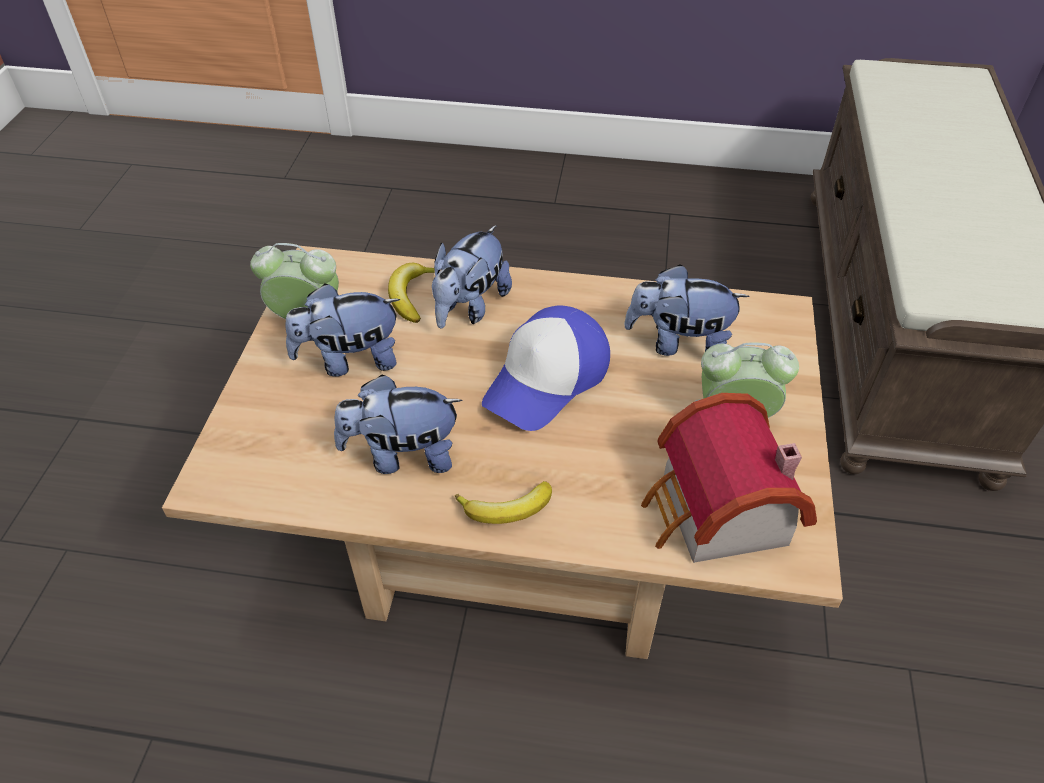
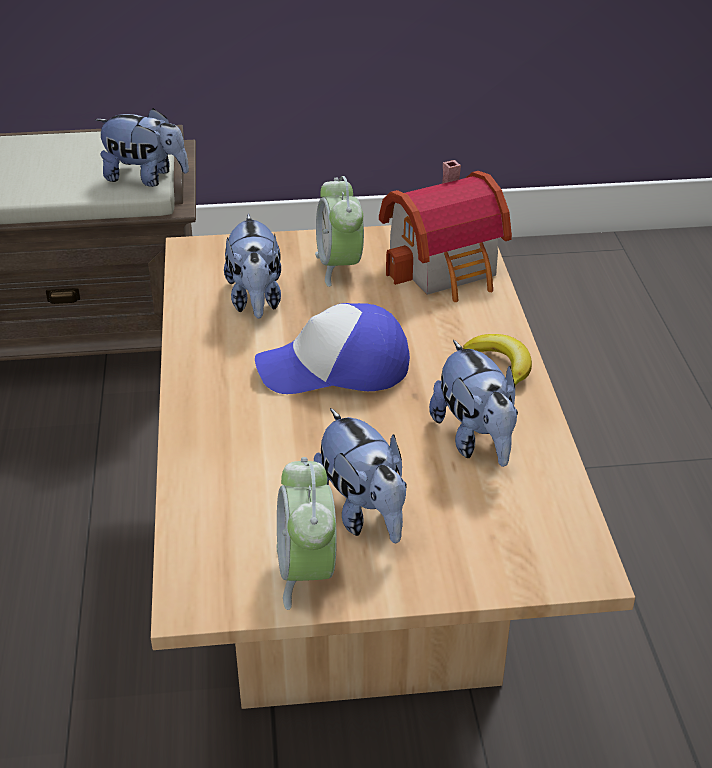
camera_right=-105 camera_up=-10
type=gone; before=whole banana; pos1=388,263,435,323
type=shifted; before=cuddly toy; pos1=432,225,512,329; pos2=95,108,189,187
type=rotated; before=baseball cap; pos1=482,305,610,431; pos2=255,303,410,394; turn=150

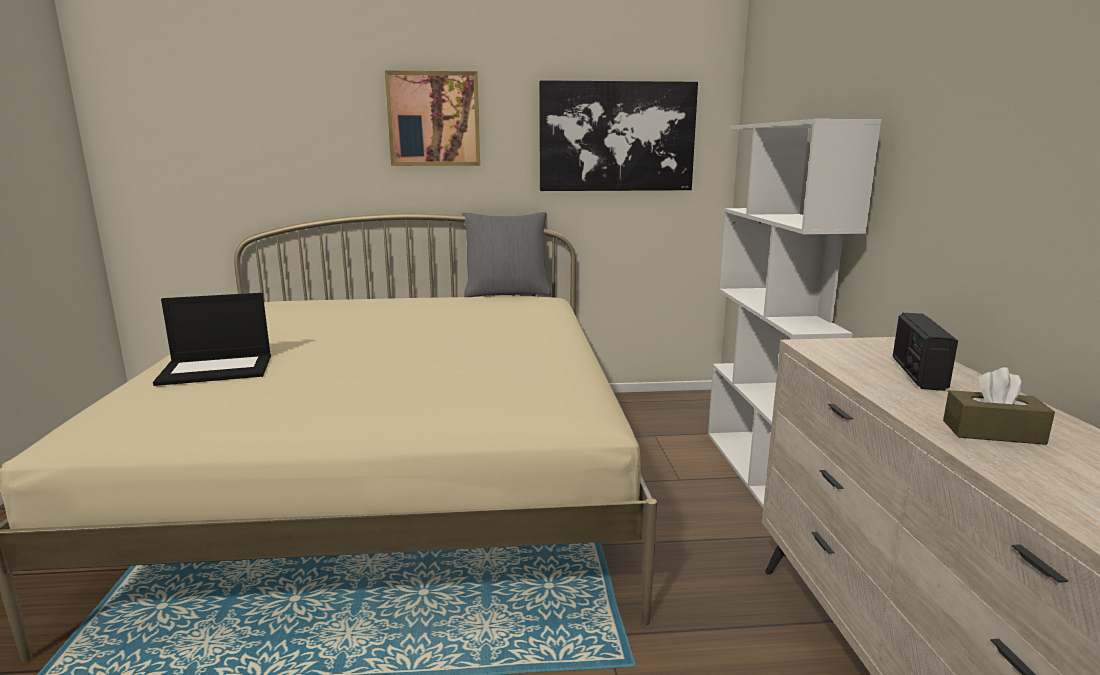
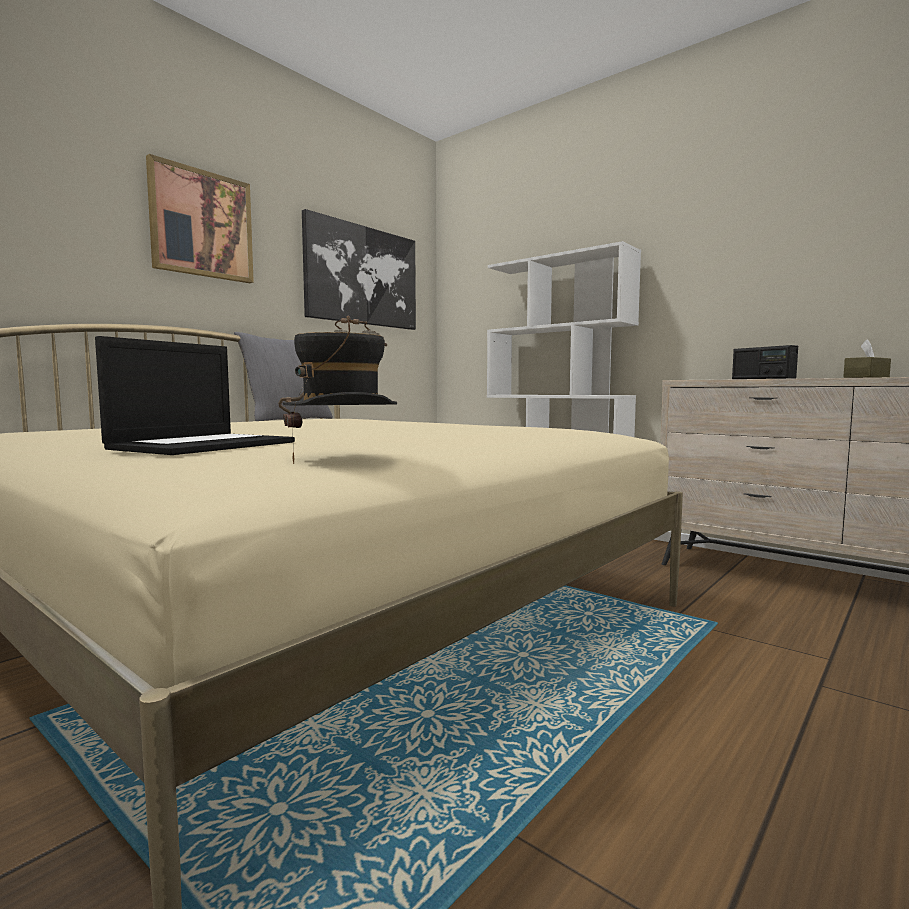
camera_right=-45 camera_up=-10
type=new; after=clothing hat; pos2=278,315,397,464

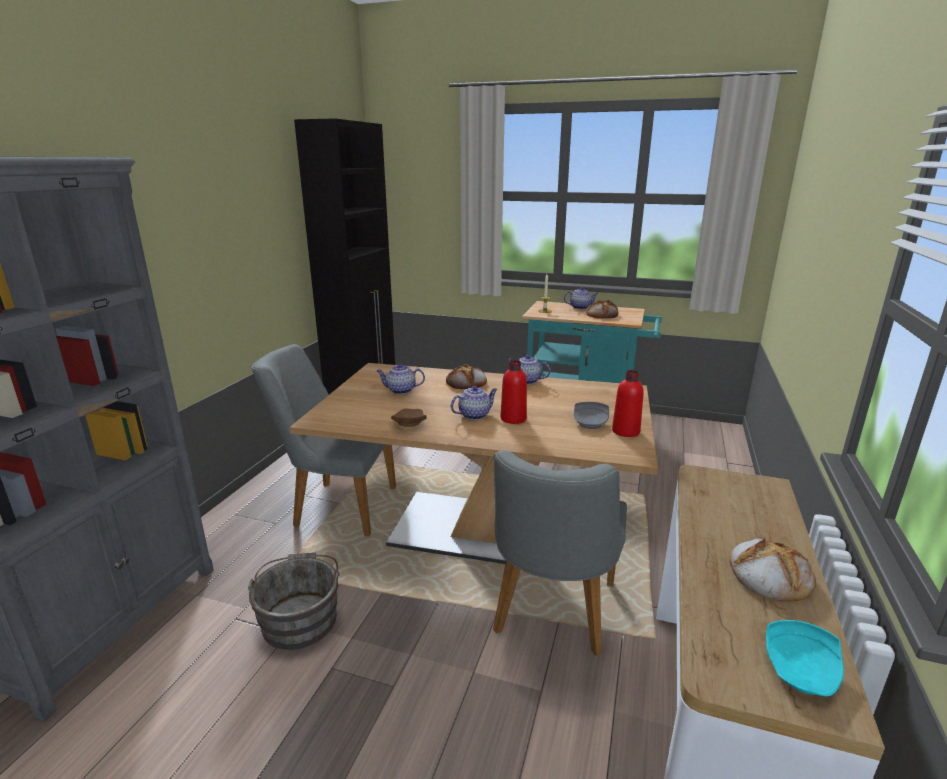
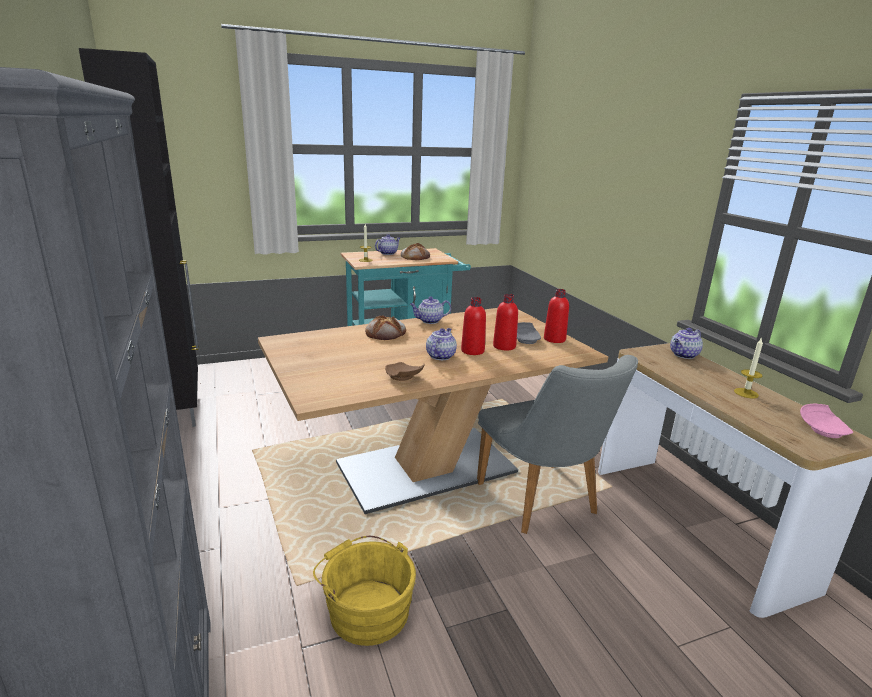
camera_right=-40 camera_up=0
type=repainted; before=grey pail; after=yellow pail; pos1=248,552,340,650; pos2=313,536,416,646
type=gone; before=grey upright chair; pos1=252,344,396,536
type=shifted; before=teapot; pos1=377,363,425,394; pos2=670,328,703,359
type=swapped; before=bakery bread; after=candle; pos1=729,537,816,602; pos2=734,337,763,398
type=repainted; before=turquoise flat dish; after=pinkish flat dish; pos1=766,620,844,696; pos2=800,404,853,438
type=new; after=reddish drink bottle; pos2=493,294,518,351

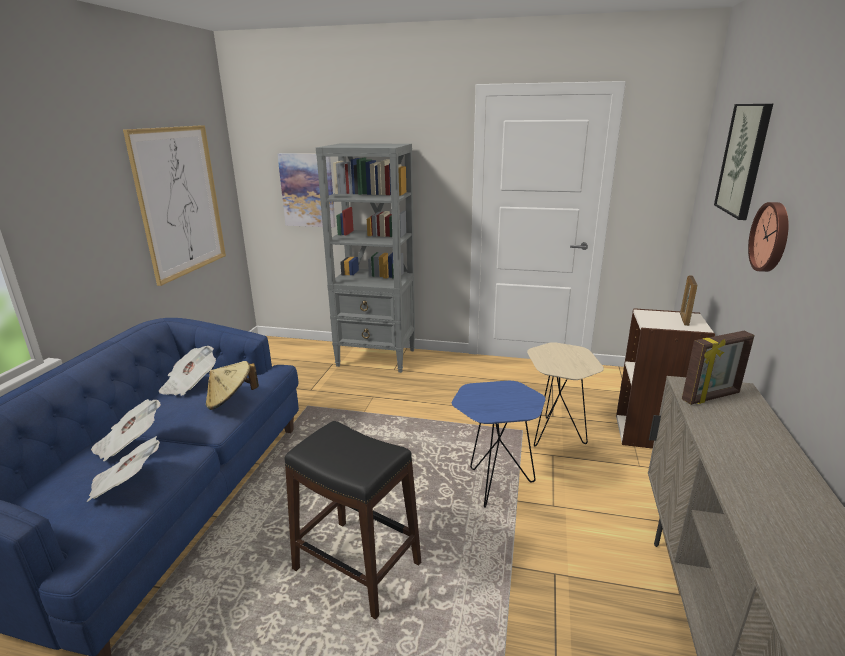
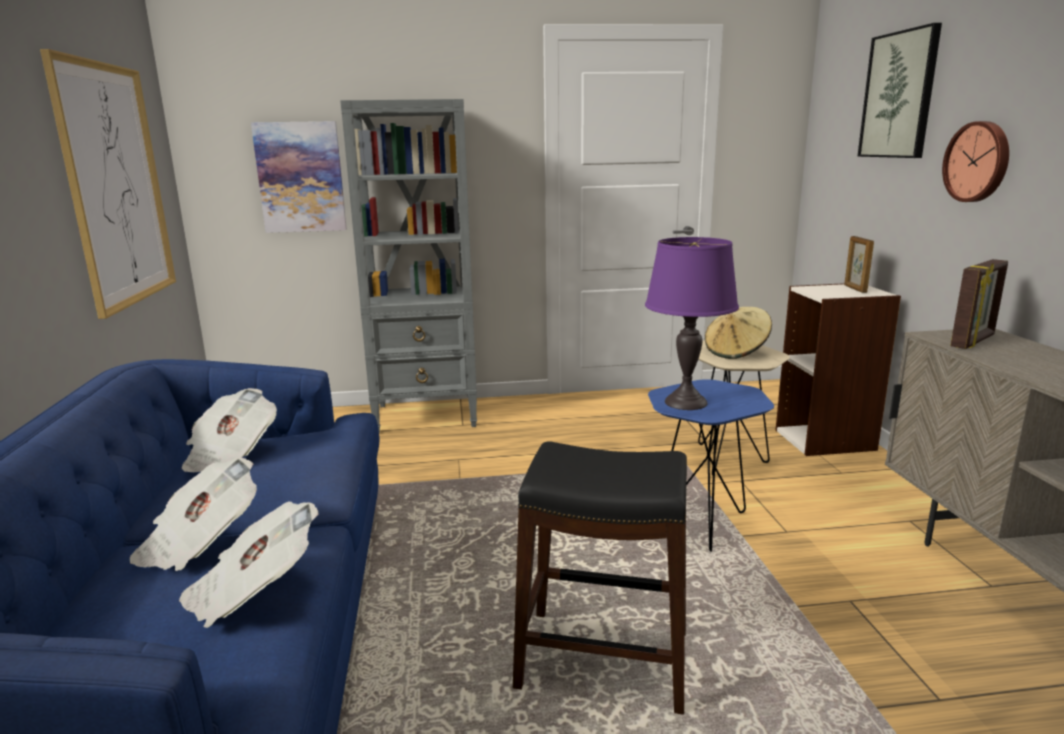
camera_right=-20 camera_up=-5
type=shifted; before=sand-coloured clothing hat; pos1=206,361,259,410; pos2=705,307,772,359
type=new; after=purple tabletop lamp; pos2=645,237,739,410

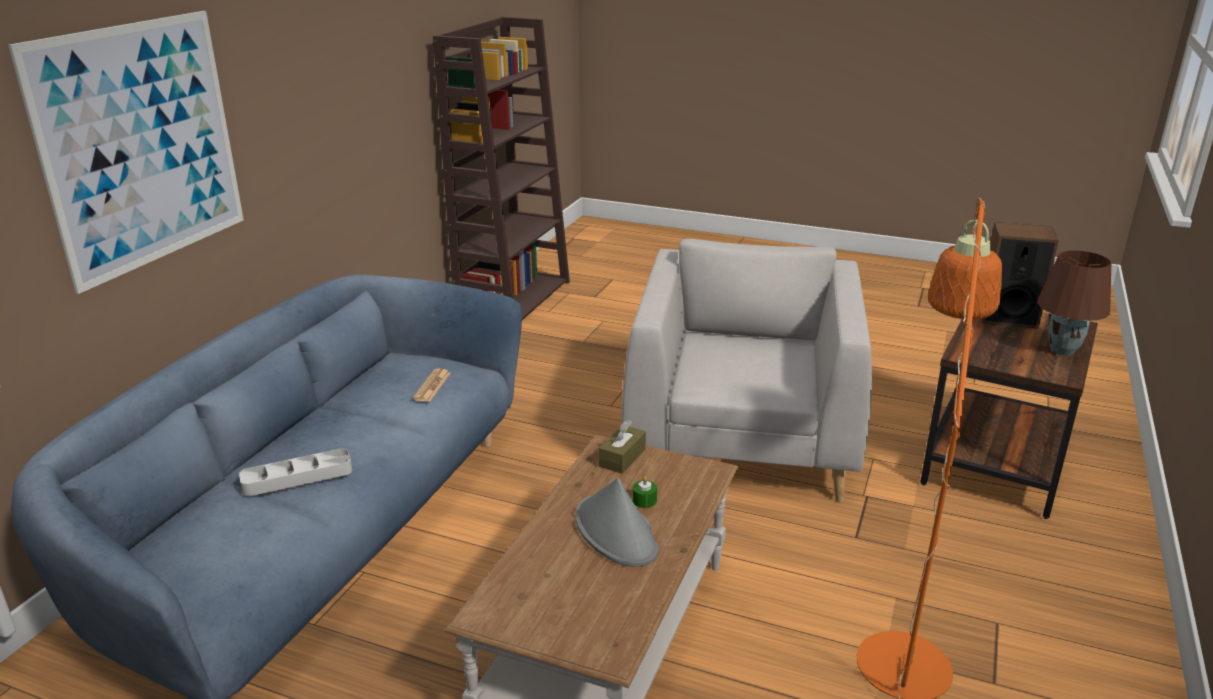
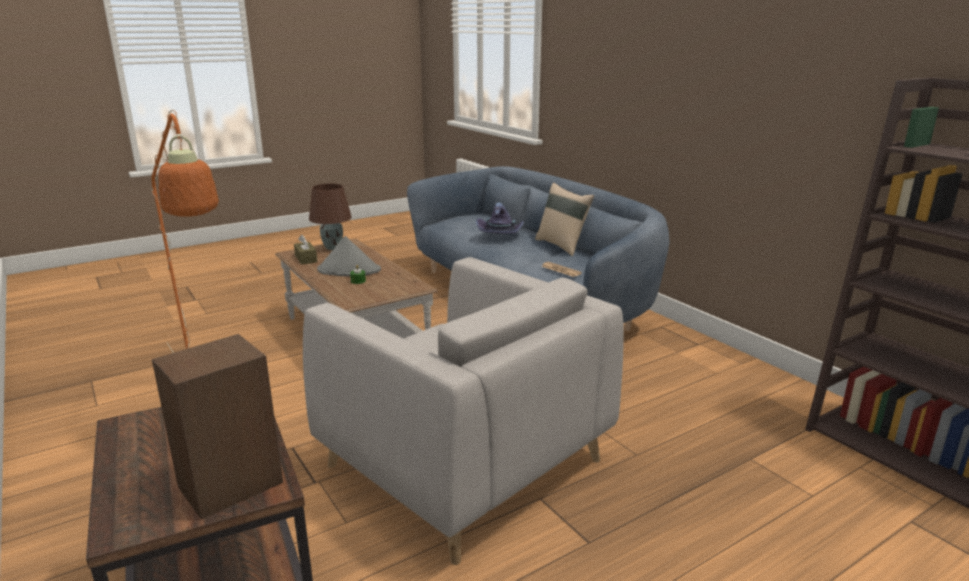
camera_right=125 camera_up=-5
type=gone; before=picture; pos1=8,11,244,294
type=swapped; before=grey tray; after=purple clothing hat; pos1=239,449,352,496; pos2=476,203,524,234
type=shifted; before=brownish box of tissues; pos1=599,420,646,474; pos2=294,235,317,265
type=shifted; before=brownish tabletop lamp; pos1=1037,250,1112,356; pos2=309,184,352,250
type=new; after=sand-coloured pillow; pos2=535,182,594,256

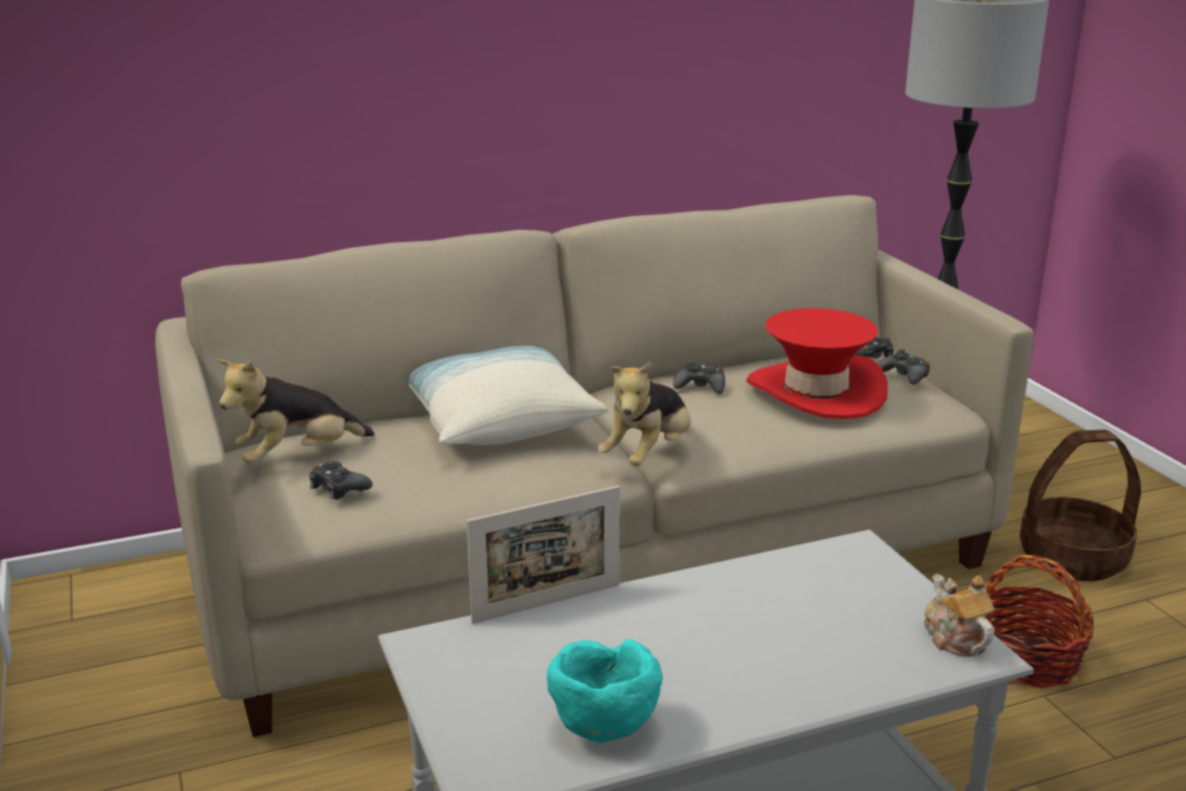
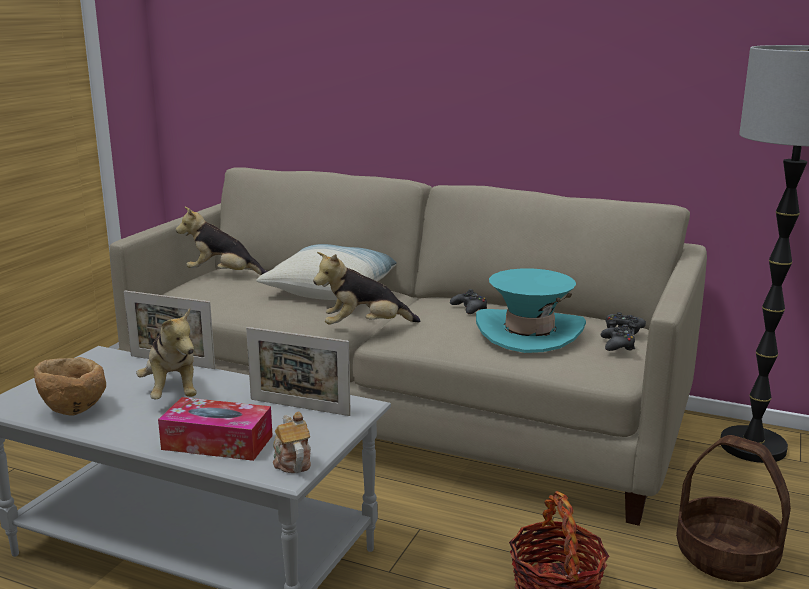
camera_right=45 camera_up=-5
type=gone; before=blackish game controller; pos1=309,461,373,500
type=repainted; before=turquoise serving bowl; after=brownish serving bowl; pos1=547,639,663,743; pos2=34,357,106,416
type=repainted; before=reddish clothing hat; after=turquoise clothing hat; pos1=746,308,888,419; pos2=476,268,586,353
type=rotated; before=teapot; pos1=924,574,995,657; pos2=273,412,311,473; turn=-45
type=new; after=cuddly toy; pos2=136,308,197,399
type=new; after=box of tissues; pos2=158,397,273,461
type=new; after=photo frame; pos2=246,327,351,416

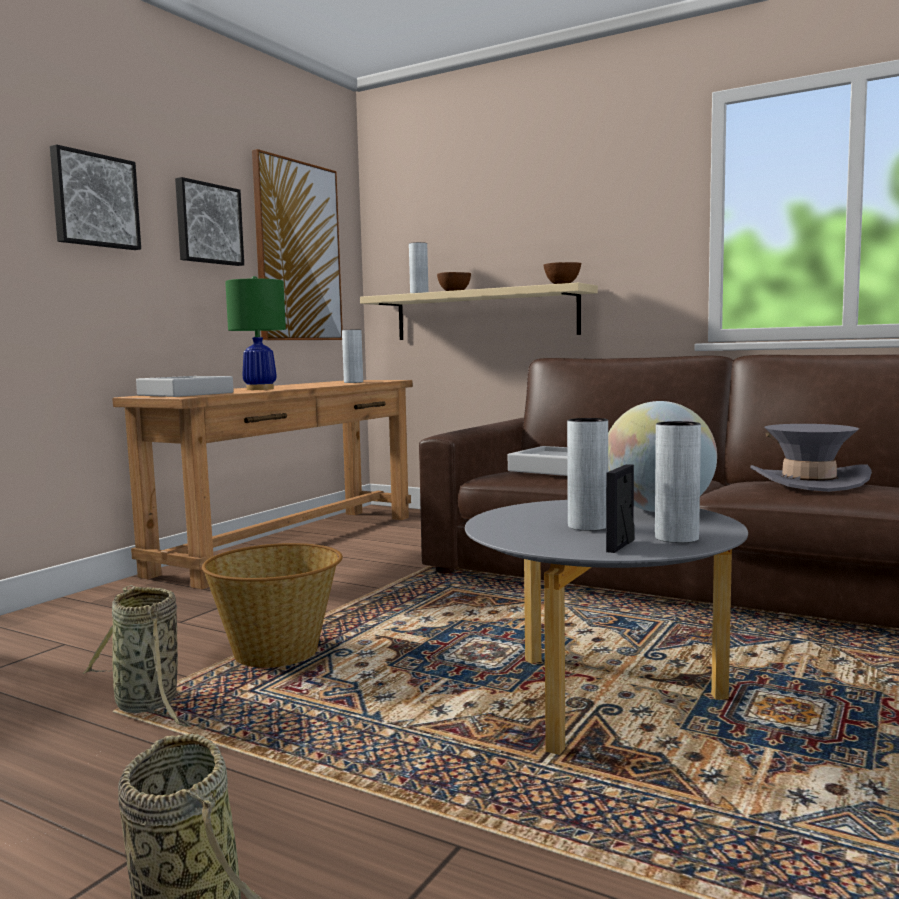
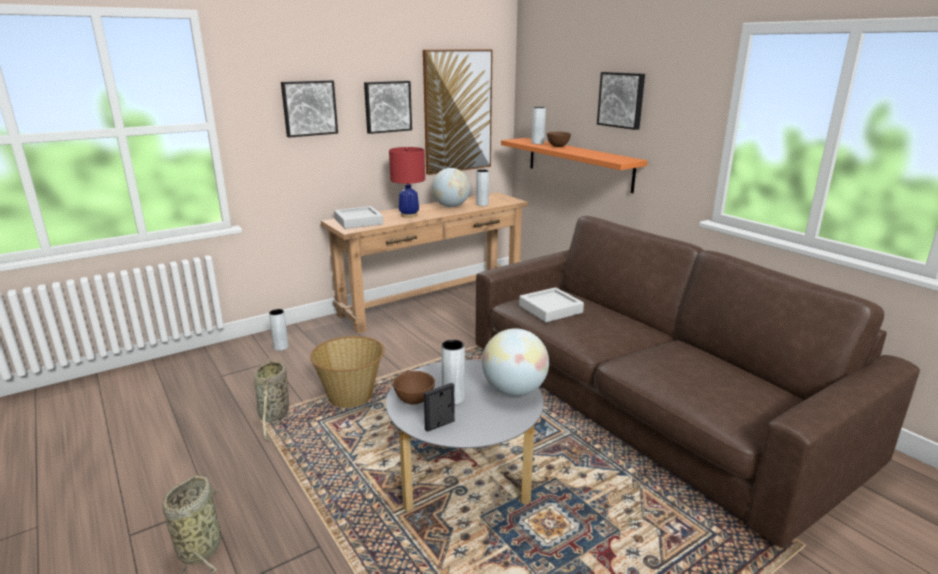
camera_right=25 camera_up=15
type=repainted; before=green tabletop lamp; after=reddish tabletop lamp; pos1=225,276,286,390; pos2=389,147,425,218
type=repainted; before=sand-coloured bracket shelf; after=orange-coloured bracket shelf; pos1=360,283,598,340; pos2=501,138,647,193
type=shifted; before=brownish serving bowl; pos1=543,262,581,284; pos2=393,371,435,405
type=shifted; before=grey decorative vase; pos1=655,421,701,543; pos2=269,309,289,351
type=gone; before=grey clothing hat; pos1=750,424,872,492
type=new; after=globe; pos2=432,168,470,207
type=new; after=picture; pos2=597,72,645,130

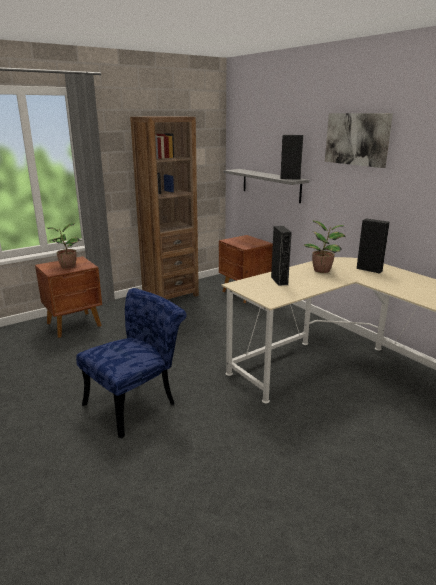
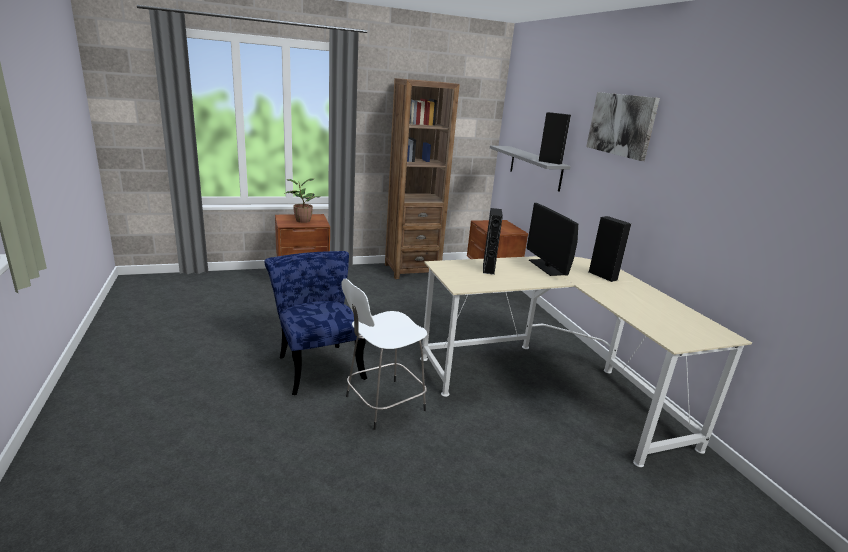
camera_right=15 camera_up=0
type=rotated; before=blue-coloured upright chair; pos1=76,288,187,438; pos2=264,251,367,395; turn=-90
type=swapped; before=potted plant; after=computer display; pos1=304,220,345,273; pos2=526,203,578,276
type=new; after=white sitting stool; pos2=341,279,427,430

